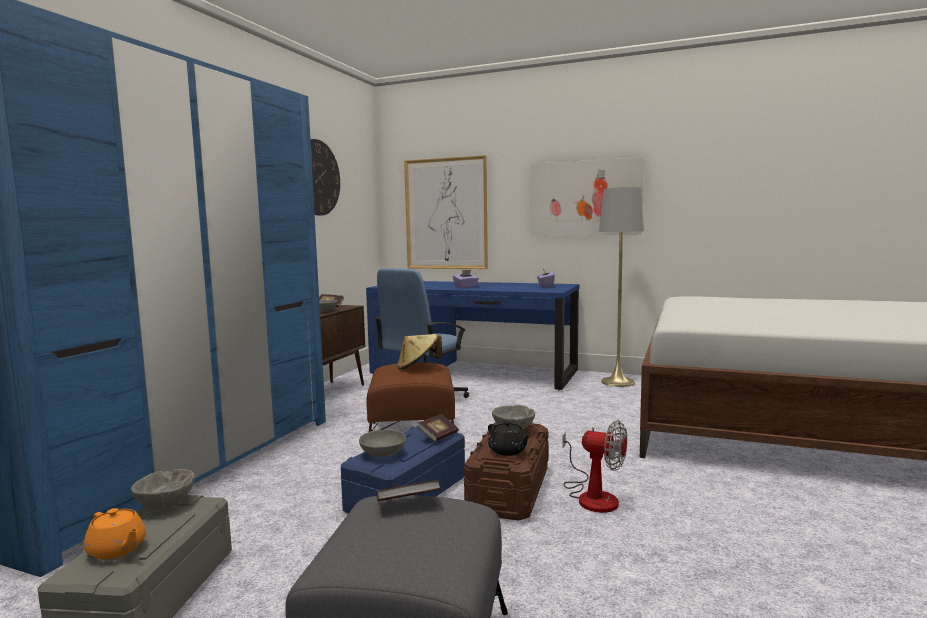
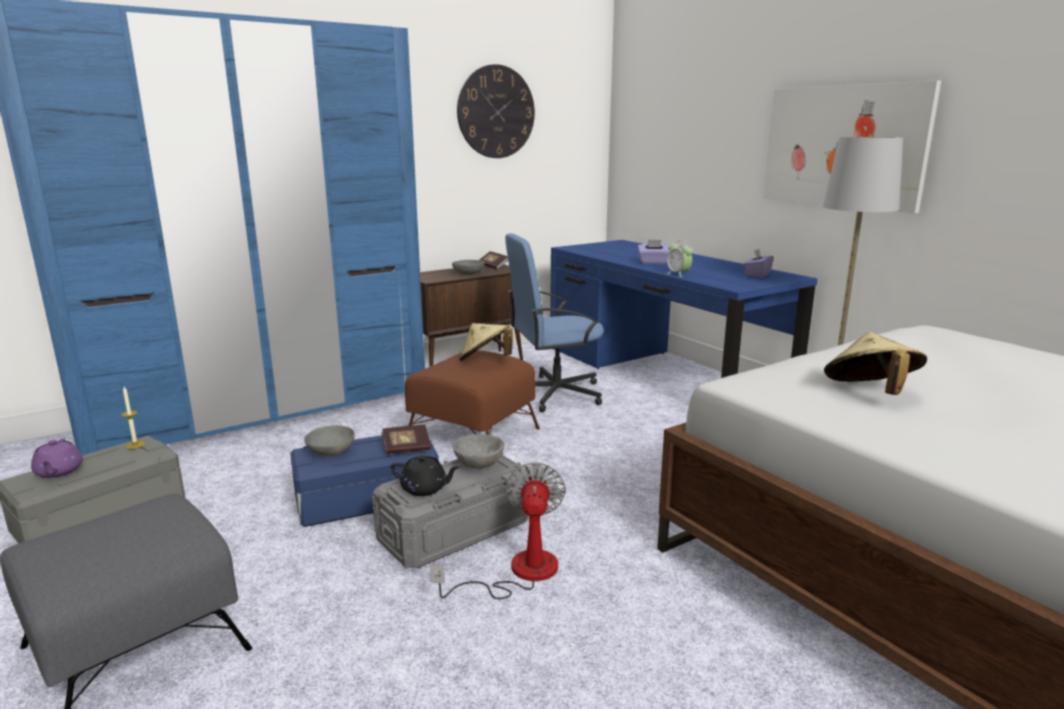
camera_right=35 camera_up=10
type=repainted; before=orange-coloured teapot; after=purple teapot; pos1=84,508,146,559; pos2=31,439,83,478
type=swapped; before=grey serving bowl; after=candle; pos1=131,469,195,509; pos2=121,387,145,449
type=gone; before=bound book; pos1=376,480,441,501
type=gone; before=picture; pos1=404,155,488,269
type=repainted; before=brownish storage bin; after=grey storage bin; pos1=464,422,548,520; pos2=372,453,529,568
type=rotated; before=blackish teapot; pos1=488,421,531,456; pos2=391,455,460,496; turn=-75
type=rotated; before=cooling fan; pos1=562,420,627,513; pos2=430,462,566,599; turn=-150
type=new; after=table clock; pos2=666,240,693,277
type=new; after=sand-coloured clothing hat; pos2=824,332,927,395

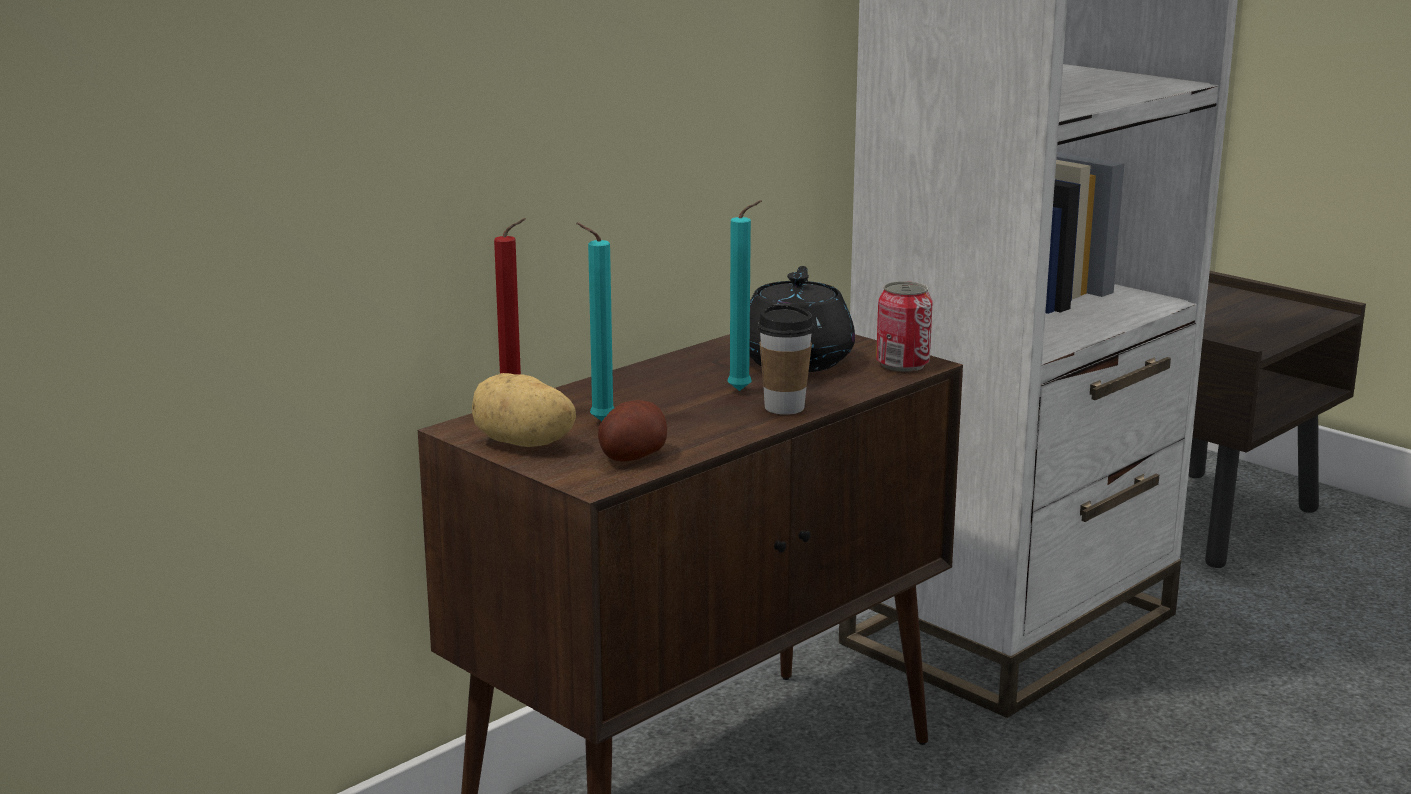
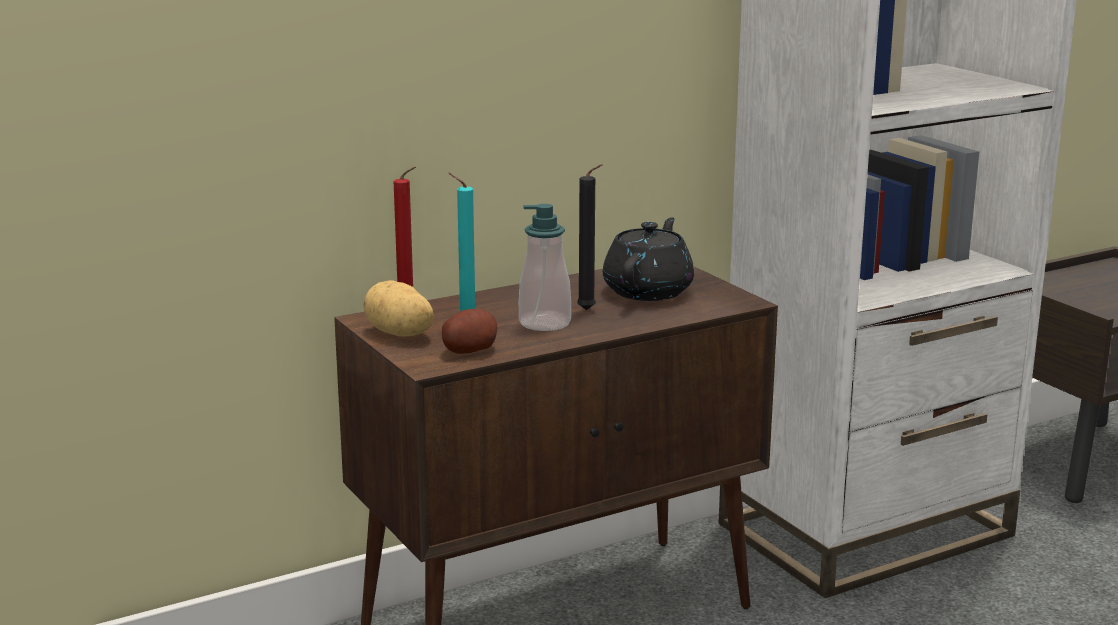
camera_right=15 camera_up=0
type=repainted; before=turquoise candle; after=blackish candle; pos1=728,200,762,391; pos2=577,164,602,310
type=gone; before=small cup; pos1=757,304,815,415
type=gone; before=can; pos1=876,281,933,372
type=new; after=soap bottle; pos2=519,204,571,331

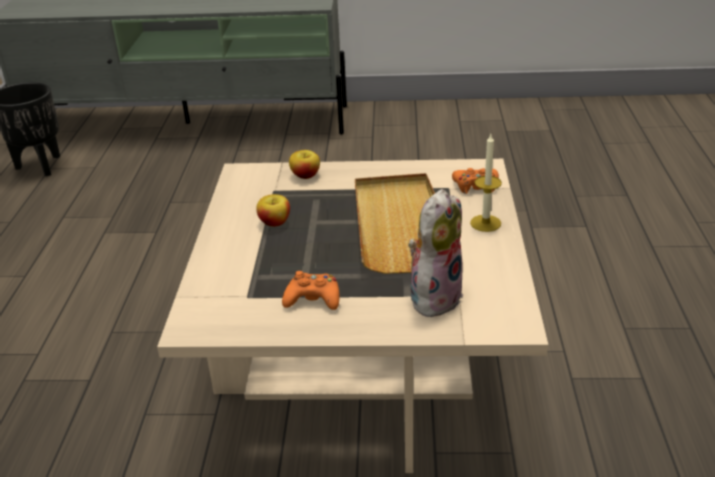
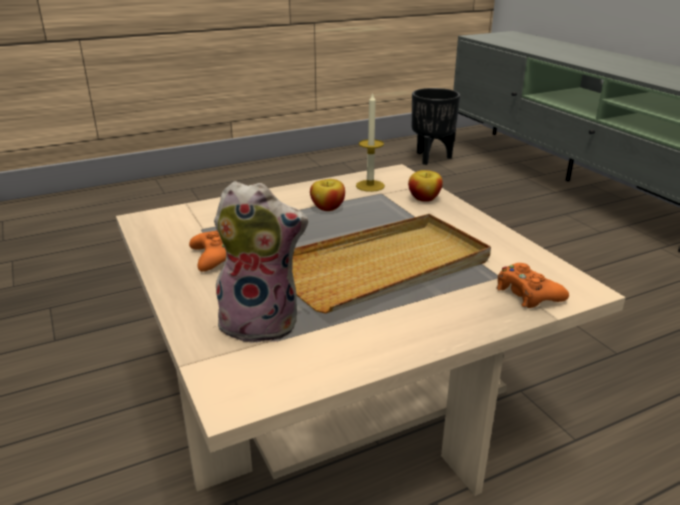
camera_right=60 camera_up=-5
type=shifted; before=candle; pos1=470,134,502,232; pos2=356,92,385,192

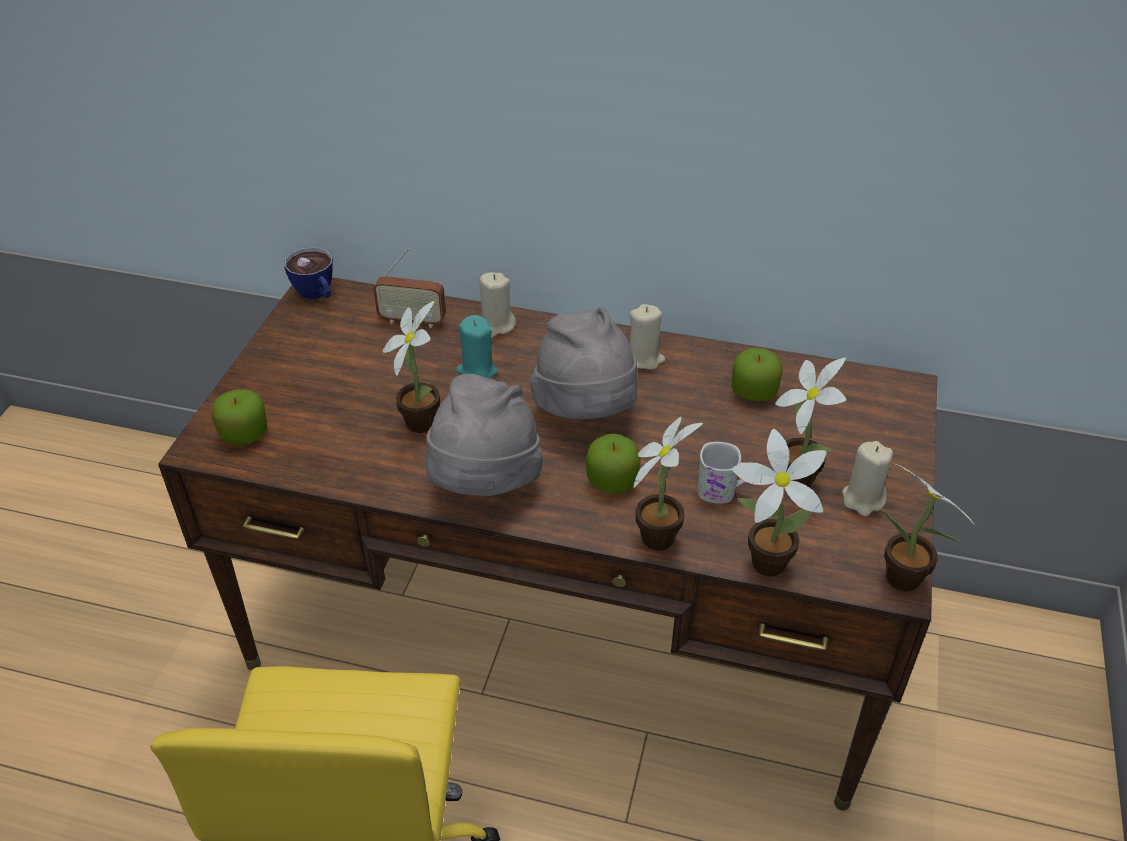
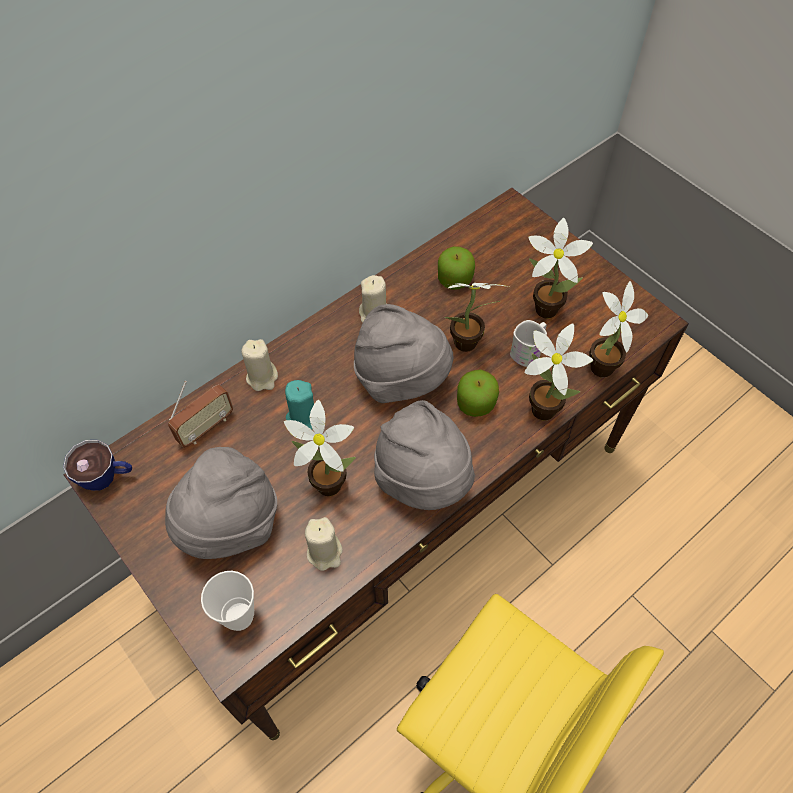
camera_right=-55 camera_up=15
type=swapped; before=whole apple; after=small cup; pos1=211,389,268,445; pos2=201,571,254,631
type=shifted; before=sand-coloured candle; pos1=842,441,893,517; pos2=305,517,343,571
type=shifted; before=potted plant; pos1=882,463,975,591; pos2=444,283,509,352
type=new; after=grey clothing hat; pos2=165,447,277,559

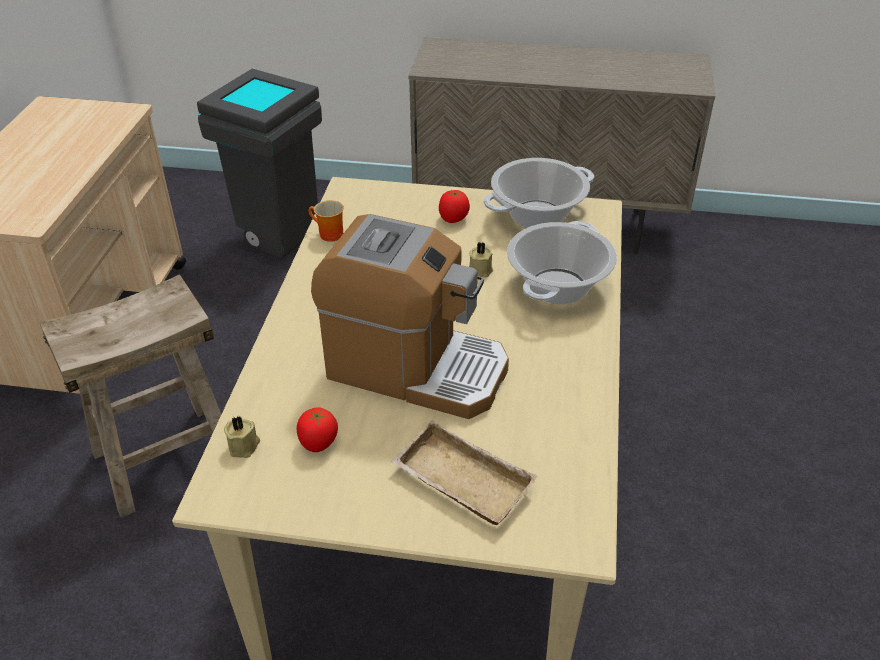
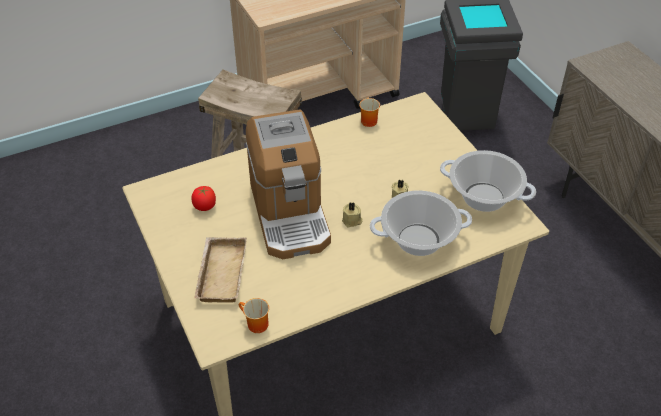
camera_right=55 camera_up=5
type=shifted; before=sand-coloured candle; pos1=224,416,260,458; pos2=342,203,362,227
type=gone; before=fresh tomato; pos1=439,190,470,223
type=new; after=mug; pos2=239,298,269,333

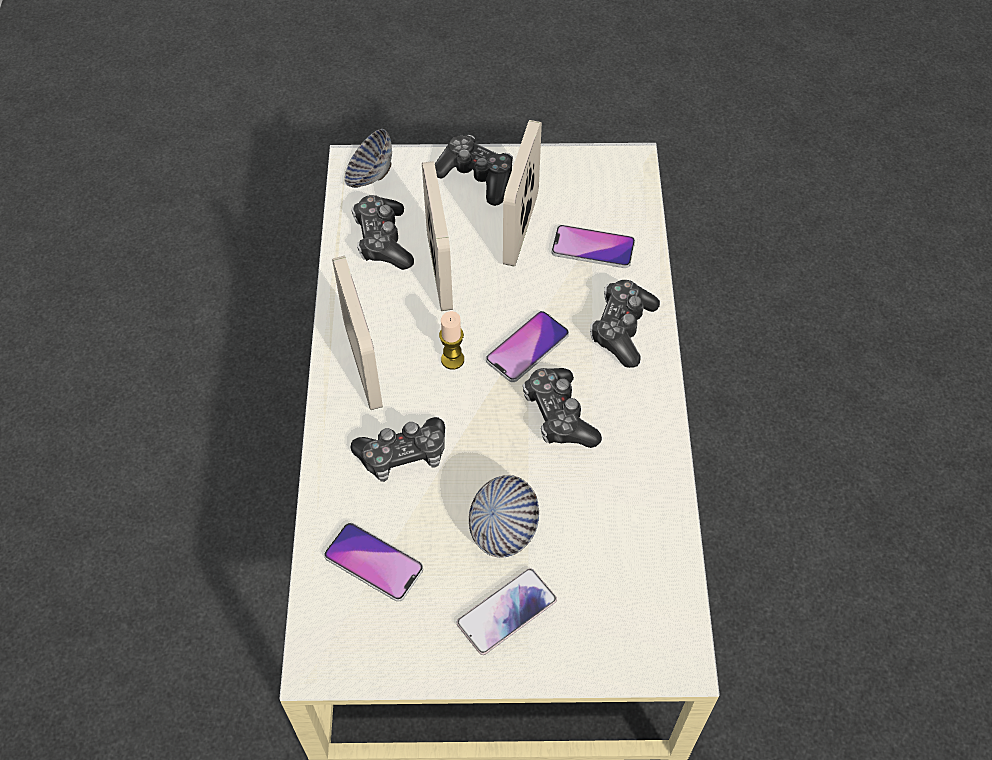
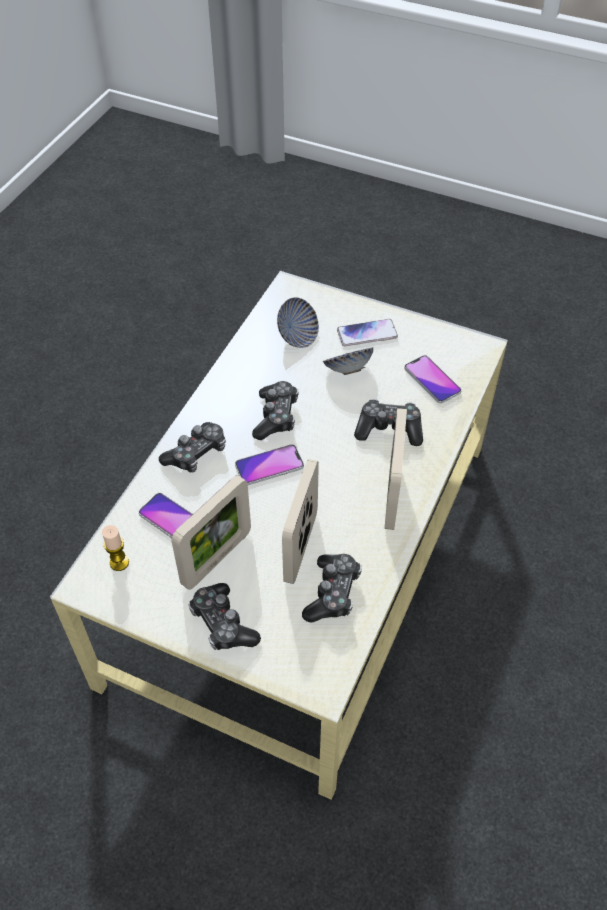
camera_right=-155 camera_up=-5
type=shifted; before=serving bowl; pos1=345,129,392,188; pos2=277,297,319,348
type=shifted; before=candle; pos1=439,311,464,370; pos2=102,525,129,571

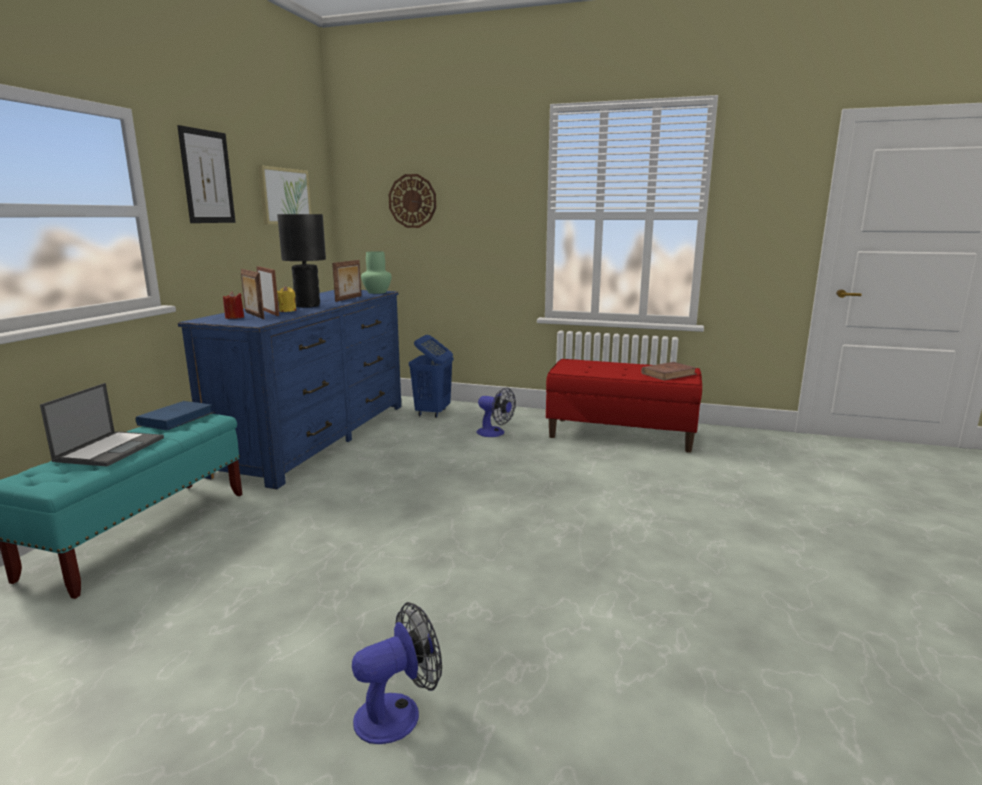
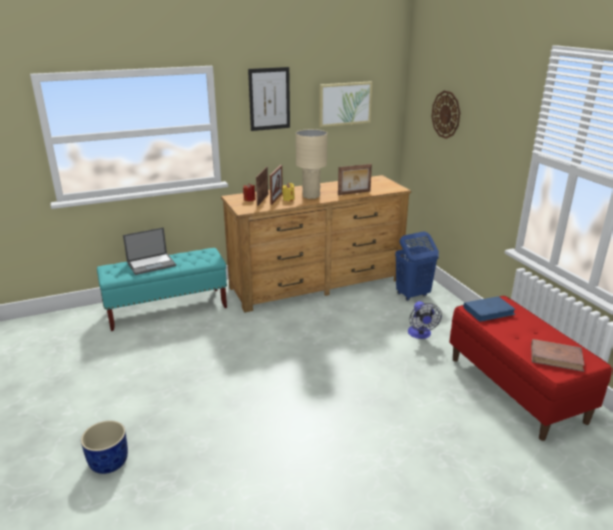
camera_right=50 camera_up=10
type=shifted; before=blue-coloured bound book; pos1=136,401,214,430; pos2=464,296,516,322
type=repainted; before=blue-coloured dresser; after=brownish dresser; pos1=178,290,401,489; pos2=221,175,411,313
type=repainted; before=blackish tabletop lamp; after=sand-coloured tabletop lamp; pos1=277,214,326,308; pos2=296,129,327,199
type=swapped; before=cooling fan; after=blue-coloured planter; pos1=352,602,442,744; pos2=81,420,128,474
type=gone; before=green decorative vase; pos1=361,251,392,294

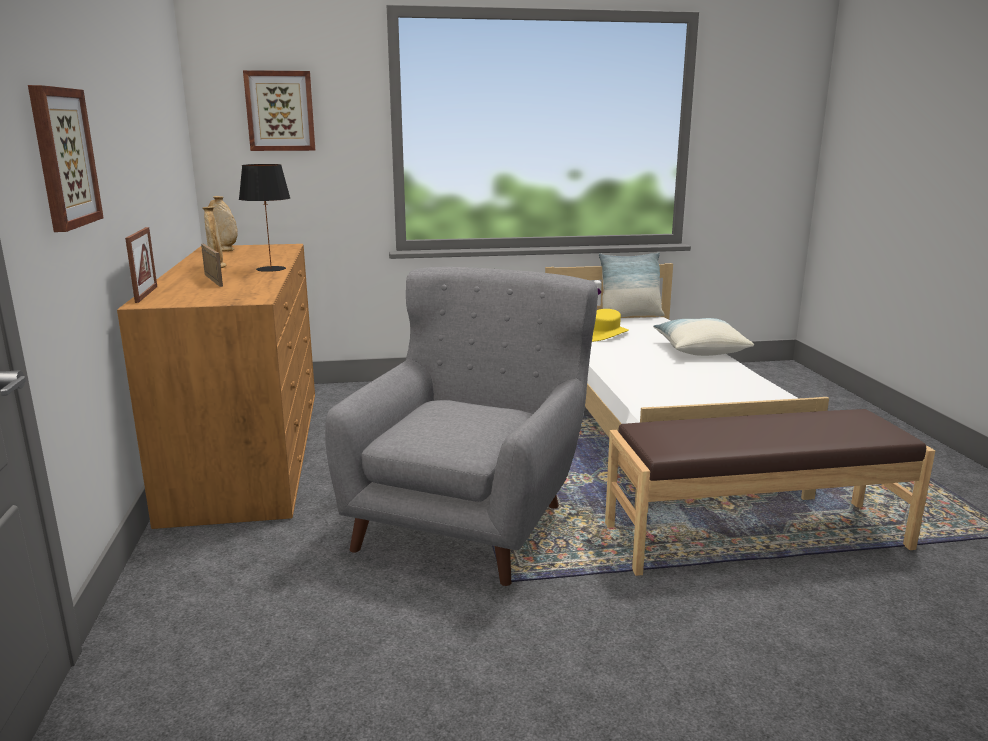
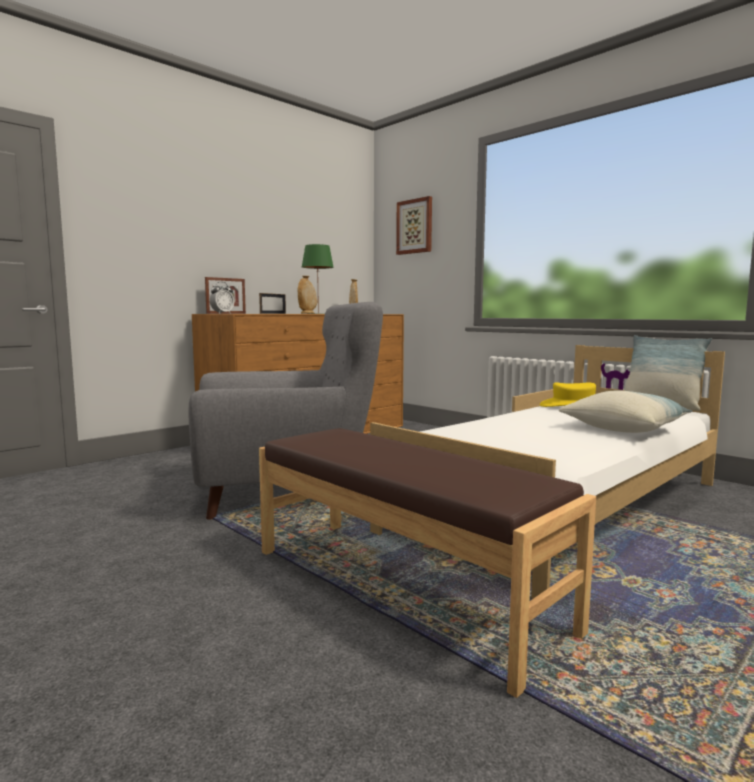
camera_right=55 camera_up=-10
type=gone; before=picture; pos1=28,85,104,232
type=repainted; before=blackish tabletop lamp; after=green tabletop lamp; pos1=239,164,290,272; pos2=302,244,334,314
type=new; after=table clock; pos2=210,282,234,314

